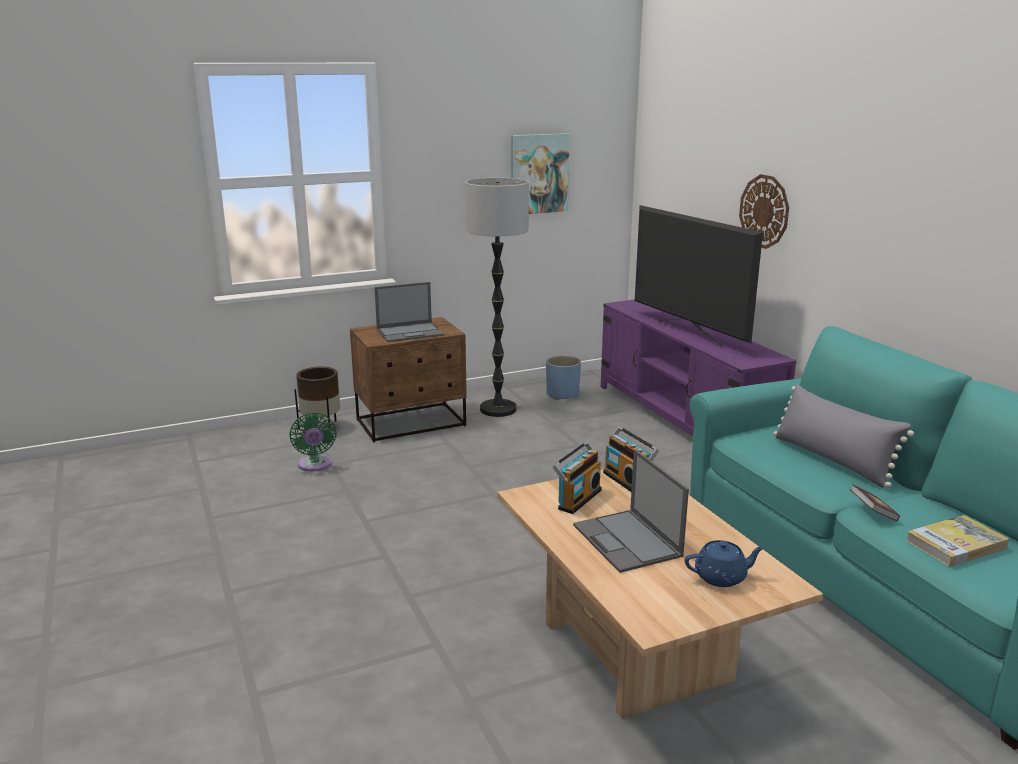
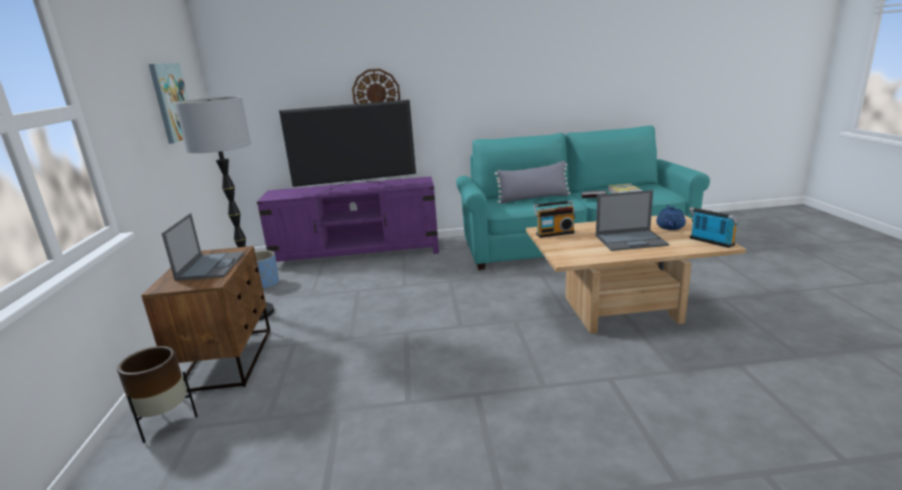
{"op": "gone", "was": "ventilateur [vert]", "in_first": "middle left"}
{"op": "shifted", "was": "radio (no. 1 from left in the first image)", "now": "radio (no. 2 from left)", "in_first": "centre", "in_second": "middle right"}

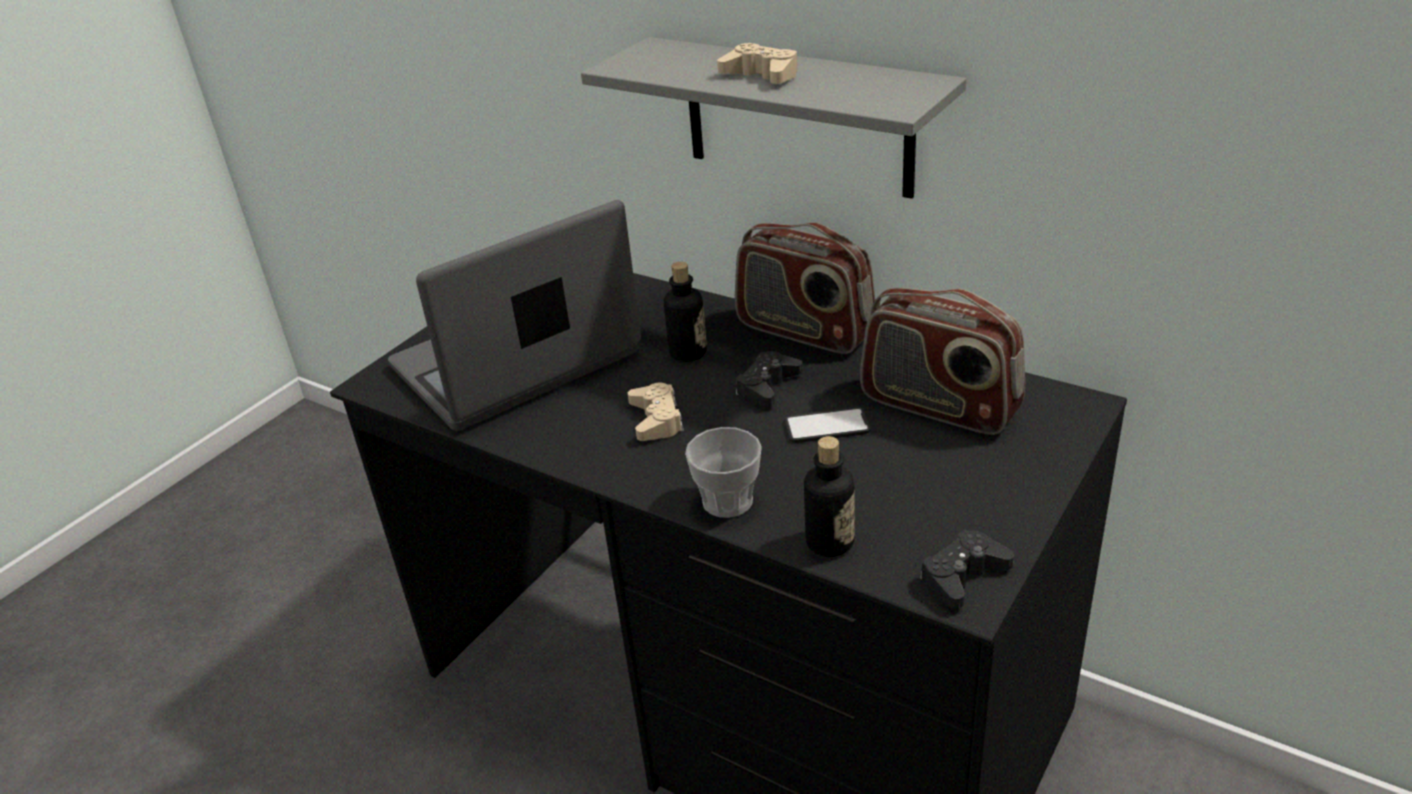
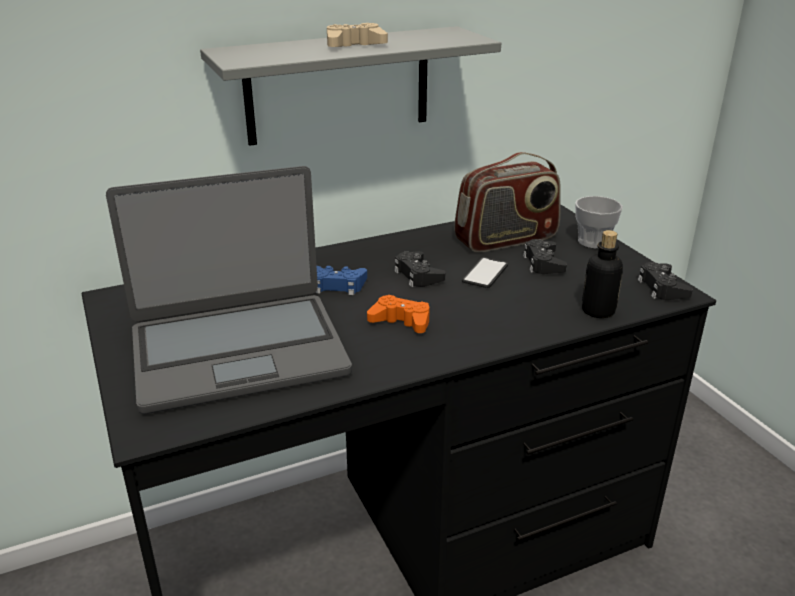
{"op": "gone", "was": "radio (no. 1 from left)", "in_first": "centre"}
{"op": "new", "now": "manette [noir] (no. 2 from left)", "in_second": "middle right"}
{"op": "shifted", "was": "tasse", "in_first": "centre", "in_second": "middle right"}
{"op": "swapped", "was": "bouteille (no. 1 from left)", "now": "manette [bleu]", "in_first": "centre", "in_second": "centre"}
{"op": "repainted", "was": "manette [beige] (no. 1 from left)", "now": "manette [orange]", "in_first": "centre", "in_second": "centre"}
{"op": "rotated", "was": "ordinateur portable", "in_first": "centre", "in_second": "middle left", "clockwise": -105}

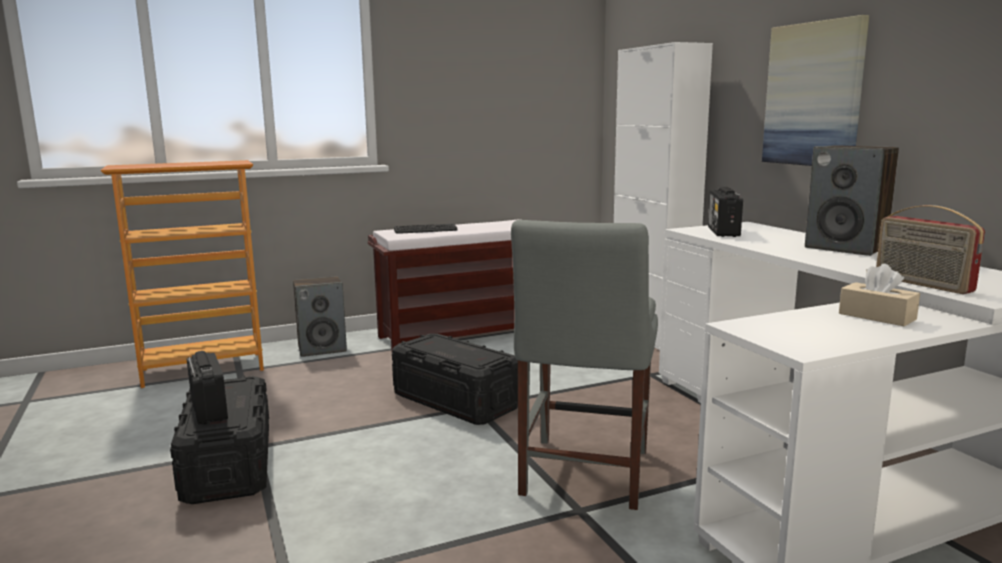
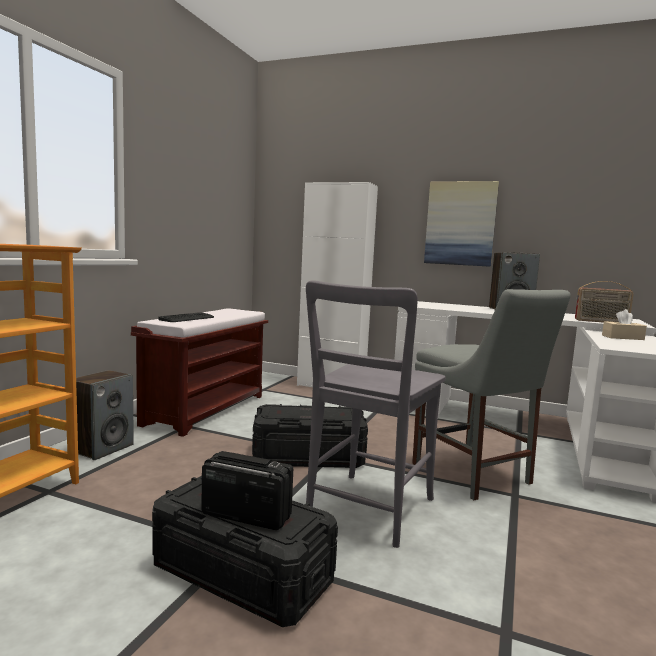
{"op": "gone", "was": "radio (no. 2 from left)", "in_first": "middle right"}
{"op": "new", "now": "chaise [gris] (no. 1 from left)", "in_second": "centre"}

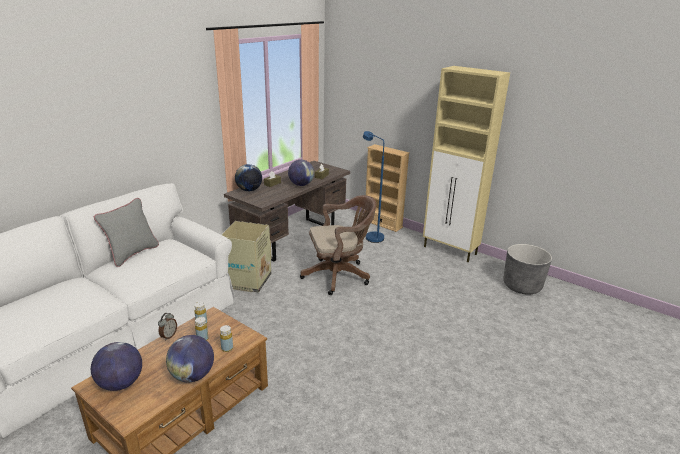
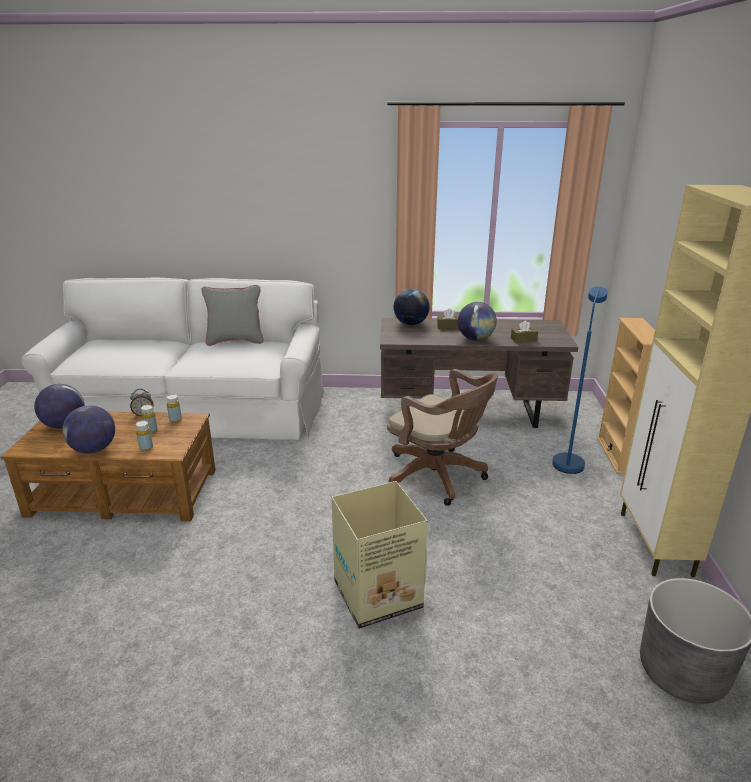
{"op": "shifted", "was": "carton", "in_first": "centre", "in_second": "bottom centre"}

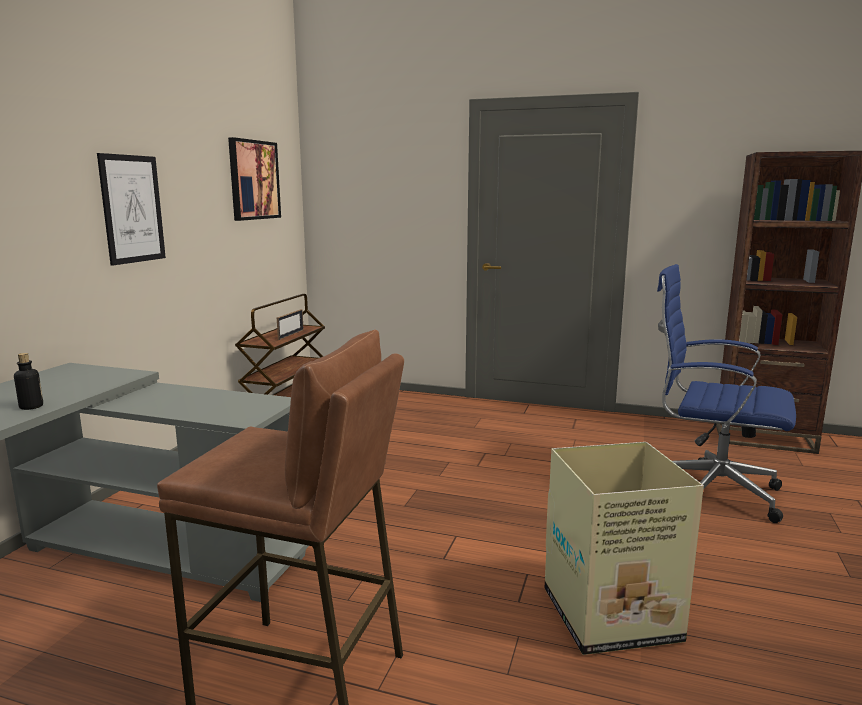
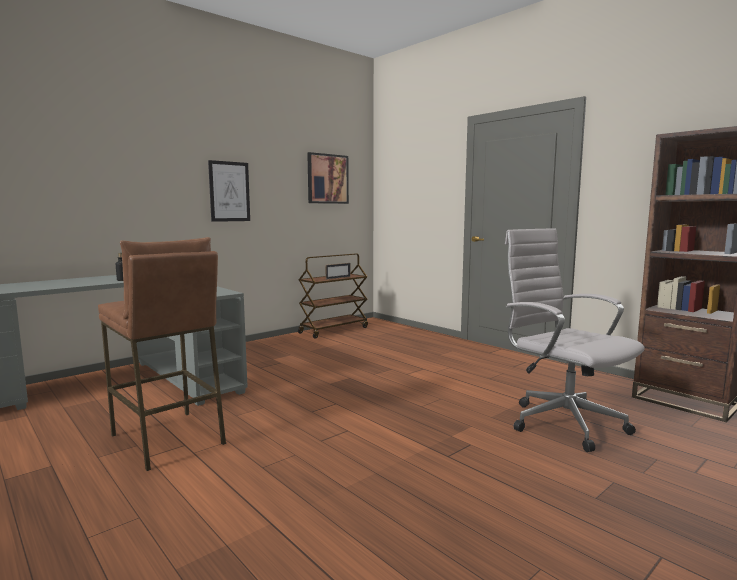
{"op": "gone", "was": "carton", "in_first": "bottom right"}
{"op": "repainted", "was": "chaise de bureau [bleu]", "now": "chaise de bureau [blanc]", "in_first": "middle right", "in_second": "middle right"}

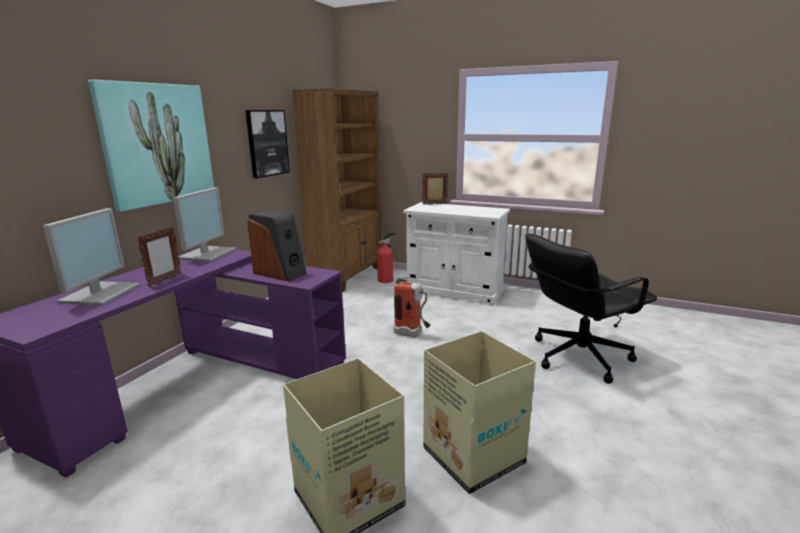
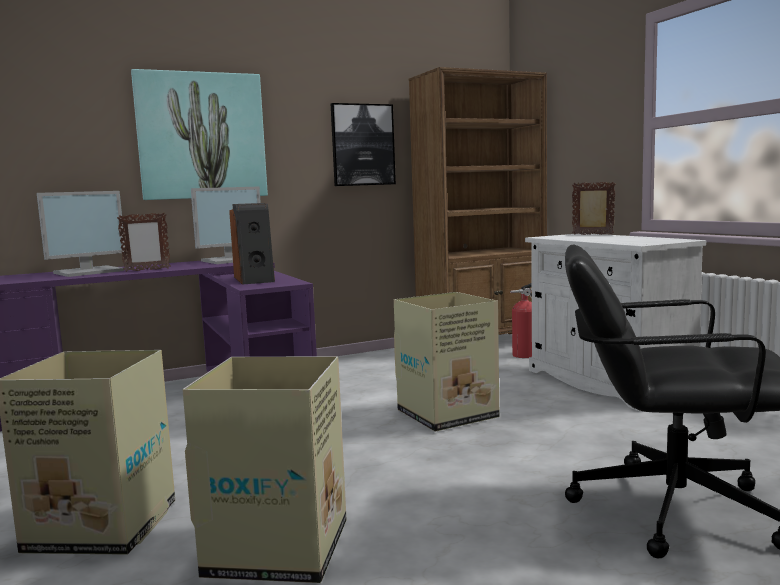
{"op": "swapped", "was": "extincteur (no. 2 from left)", "now": "carton (no. 3 from left)", "in_first": "centre", "in_second": "centre"}

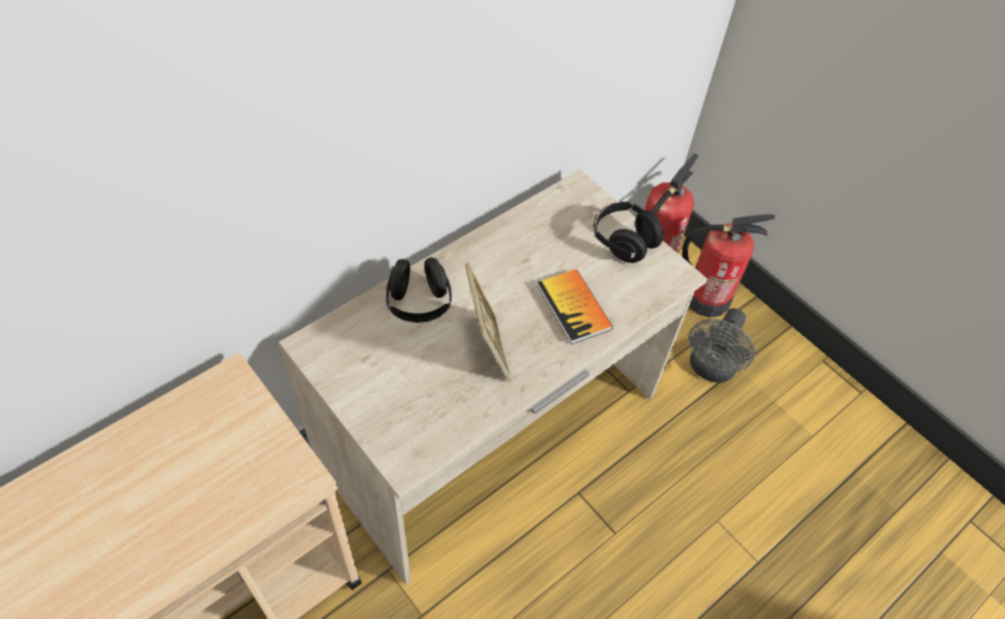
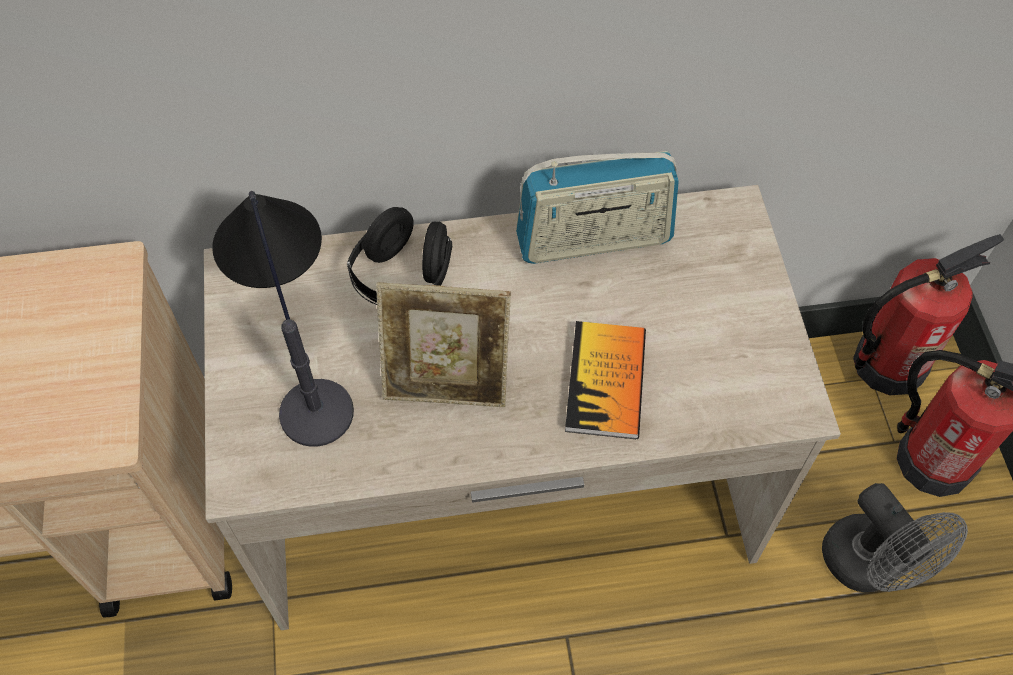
{"op": "gone", "was": "casque audio [noir] (no. 2 from left)", "in_first": "centre"}
{"op": "new", "now": "lampe de table", "in_second": "middle left"}
{"op": "new", "now": "radio", "in_second": "top centre"}
{"op": "rotated", "was": "cadre photo", "in_first": "centre", "in_second": "centre", "clockwise": 75}
{"op": "rotated", "was": "ventilateur [gris]", "in_first": "middle right", "in_second": "bottom right", "clockwise": -90}

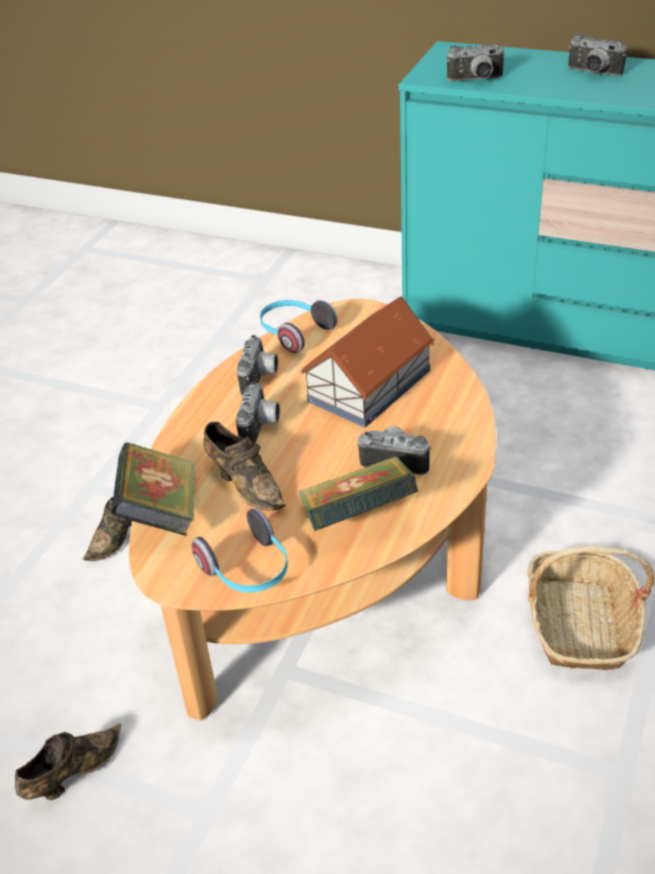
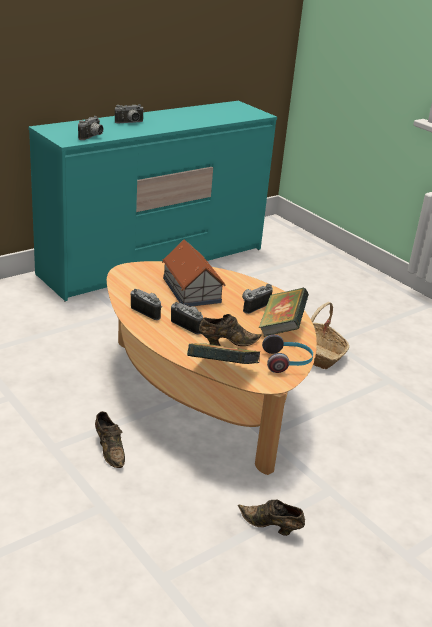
{"op": "gone", "was": "casque audio (no. 2 from left)", "in_first": "centre"}
{"op": "rotated", "was": "chaussure [marron] (no. 1 from left in the first image)", "in_first": "bottom left", "in_second": "bottom centre", "clockwise": -45}

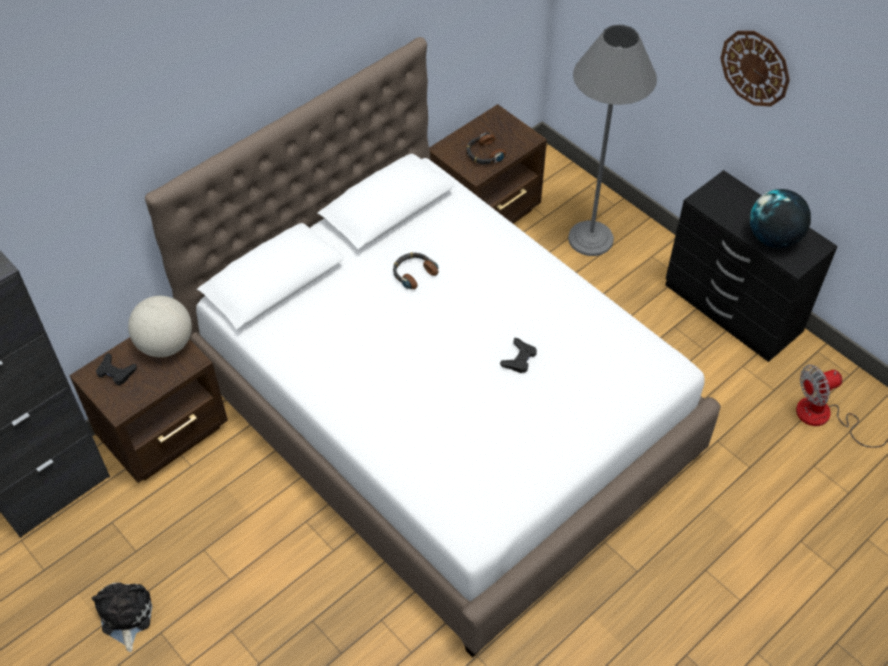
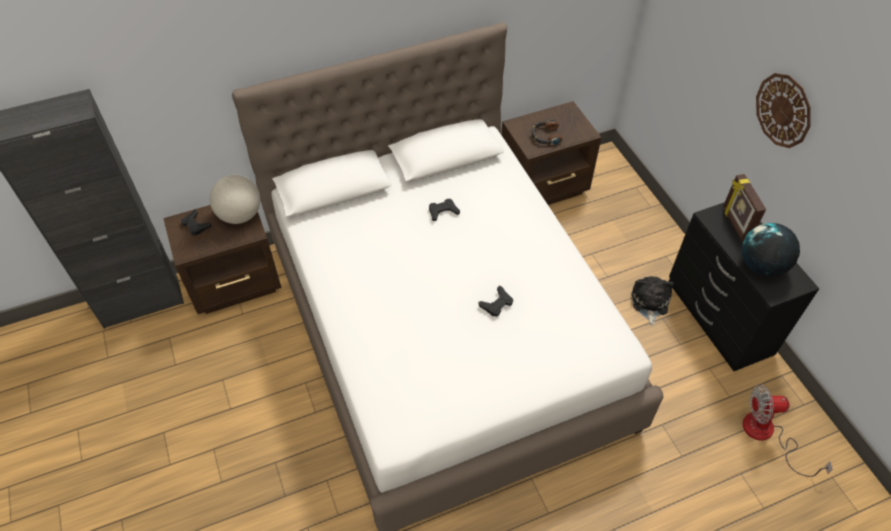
{"op": "gone", "was": "lampadaire [gris]", "in_first": "top right"}
{"op": "new", "now": "cadre photo", "in_second": "middle right"}
{"op": "shifted", "was": "peluche", "in_first": "bottom left", "in_second": "middle right"}
{"op": "swapped", "was": "casque audio (no. 1 from left)", "now": "manette [noir] (no. 2 from left)", "in_first": "centre", "in_second": "centre"}

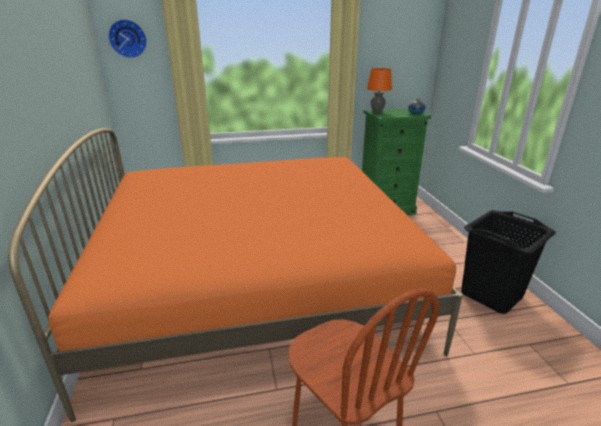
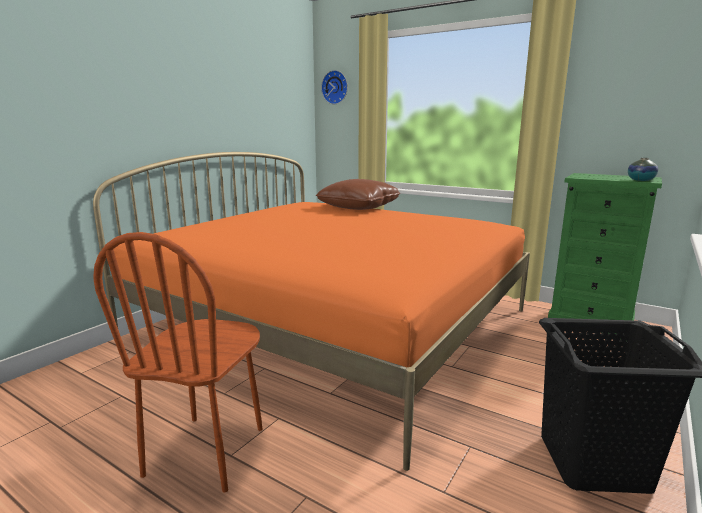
{"op": "gone", "was": "lampe de table [orange]", "in_first": "top centre"}
{"op": "new", "now": "coussin [marron]", "in_second": "centre"}

